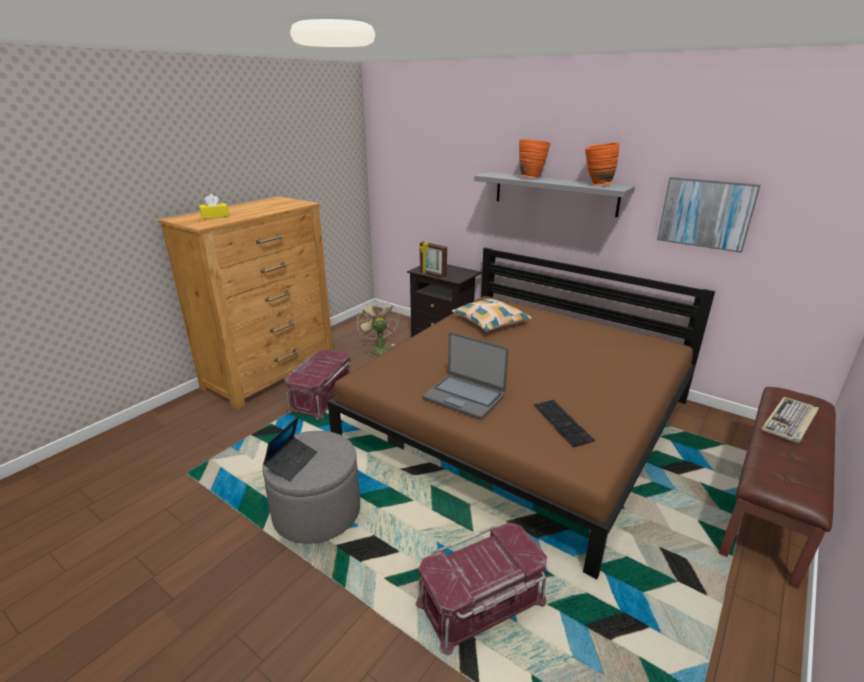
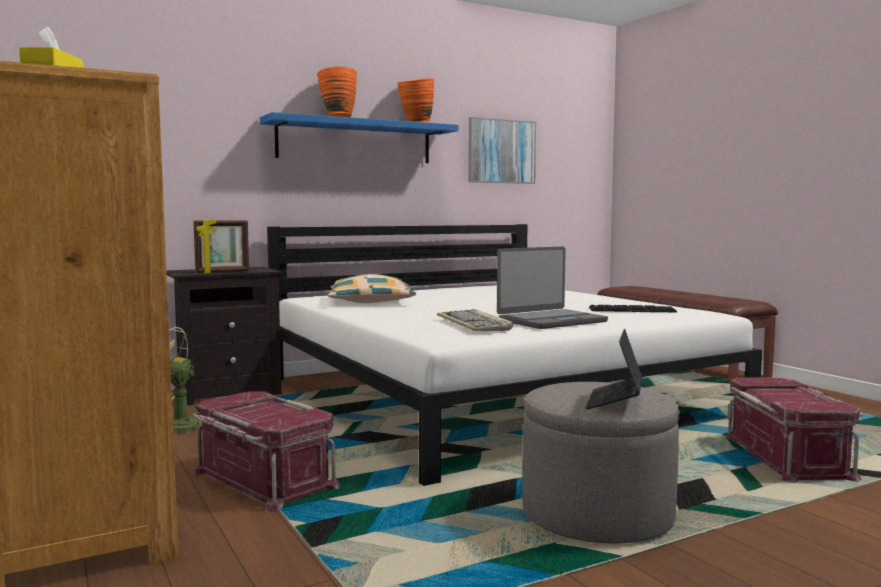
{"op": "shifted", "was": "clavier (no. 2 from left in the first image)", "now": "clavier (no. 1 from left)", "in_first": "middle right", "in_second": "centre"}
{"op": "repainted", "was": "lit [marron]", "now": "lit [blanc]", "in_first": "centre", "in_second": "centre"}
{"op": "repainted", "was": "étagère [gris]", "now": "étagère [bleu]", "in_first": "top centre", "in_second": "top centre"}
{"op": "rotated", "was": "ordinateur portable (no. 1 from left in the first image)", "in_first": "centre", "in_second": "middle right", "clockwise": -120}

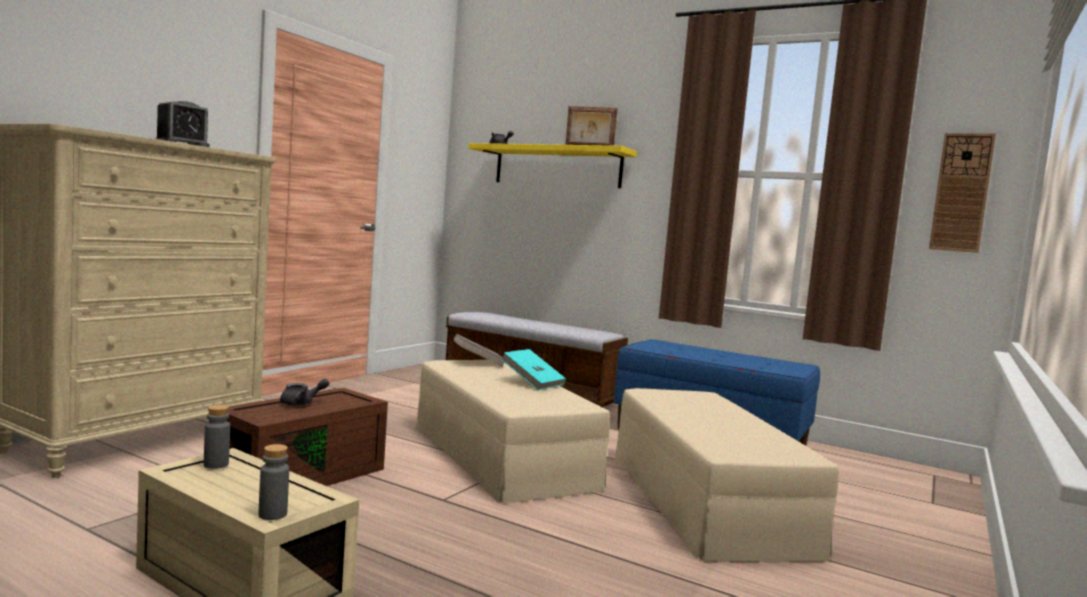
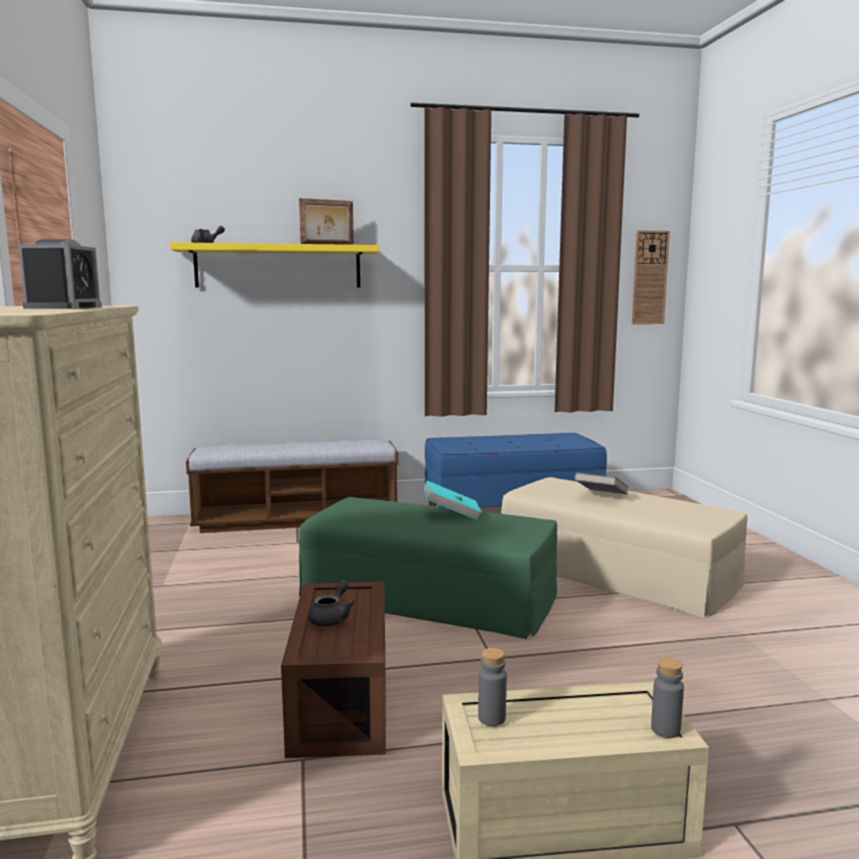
{"op": "shifted", "was": "livre [gris]", "in_first": "centre", "in_second": "middle right"}
{"op": "repainted", "was": "pouf [beige] (no. 1 from left)", "now": "pouf [vert]", "in_first": "bottom centre", "in_second": "centre"}

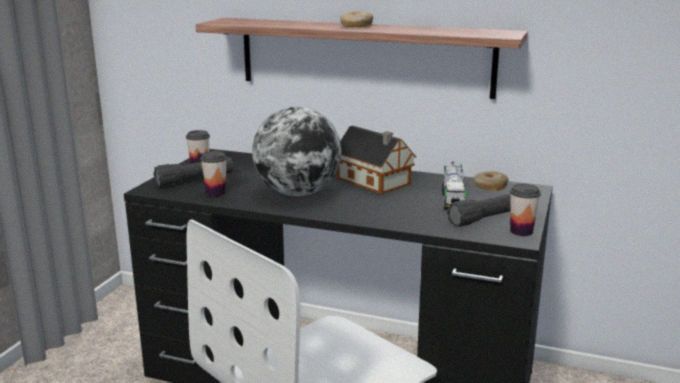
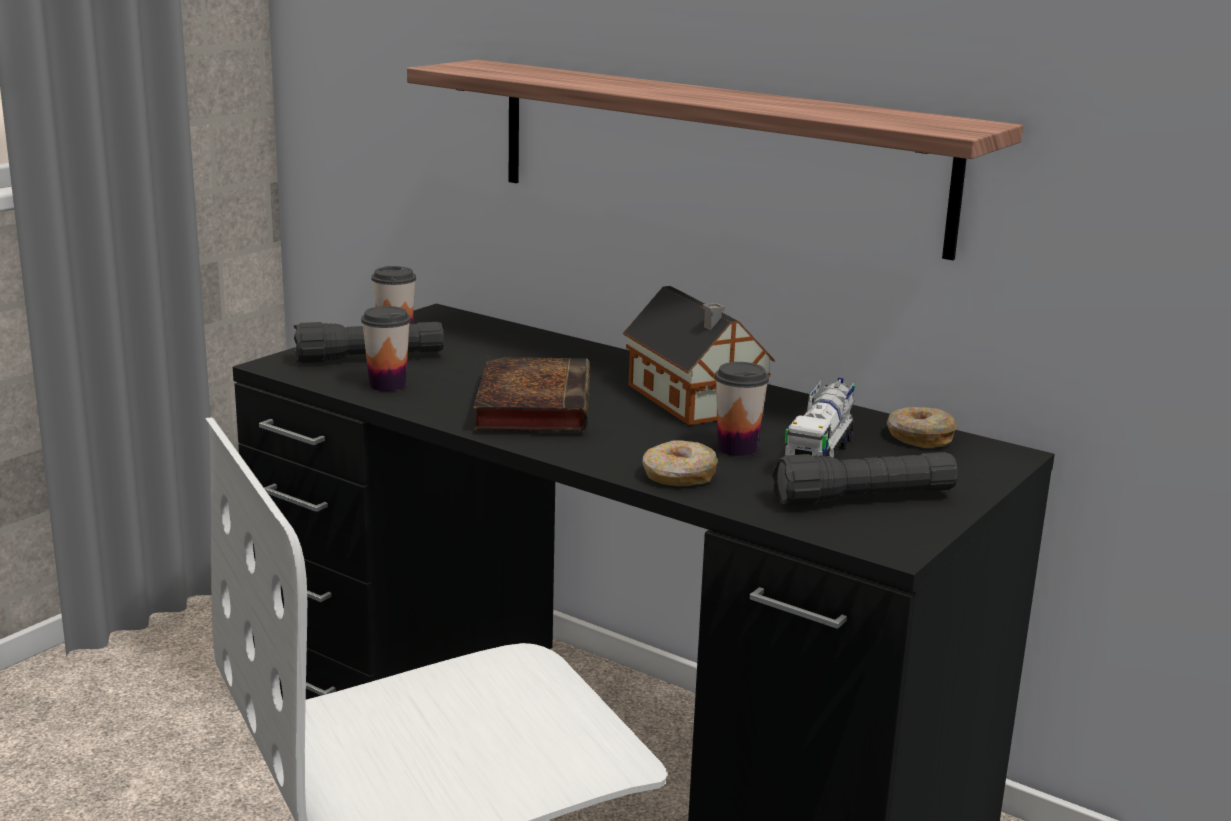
{"op": "shifted", "was": "beignet (no. 1 from left)", "in_first": "top centre", "in_second": "centre"}
{"op": "shifted", "was": "tasse (no. 3 from left)", "in_first": "middle right", "in_second": "centre"}
{"op": "swapped", "was": "globe", "now": "livre", "in_first": "centre", "in_second": "centre"}

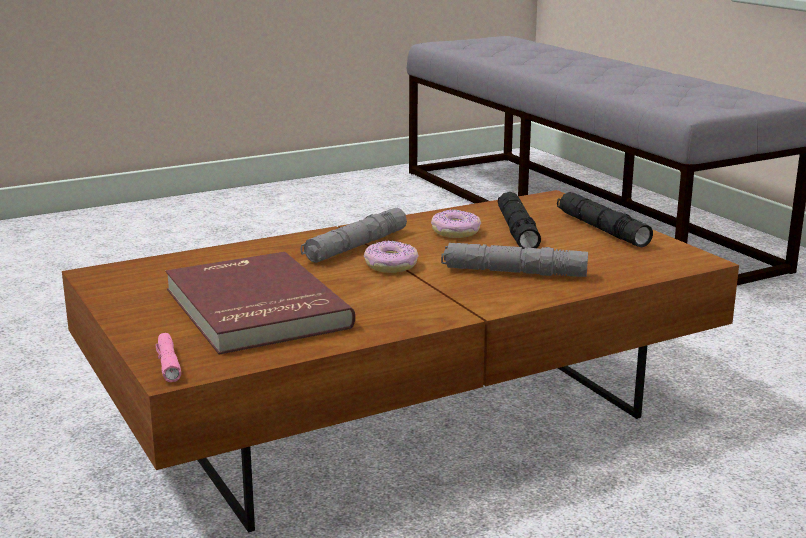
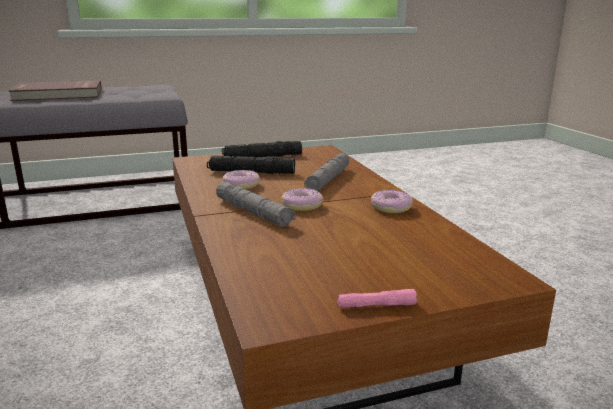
{"op": "new", "now": "beignet (no. 3 from left)", "in_second": "centre"}
{"op": "shifted", "was": "lampe de poche [rose]", "in_first": "middle left", "in_second": "bottom centre"}
{"op": "shifted", "was": "livre [rouge]", "in_first": "middle left", "in_second": "top left"}

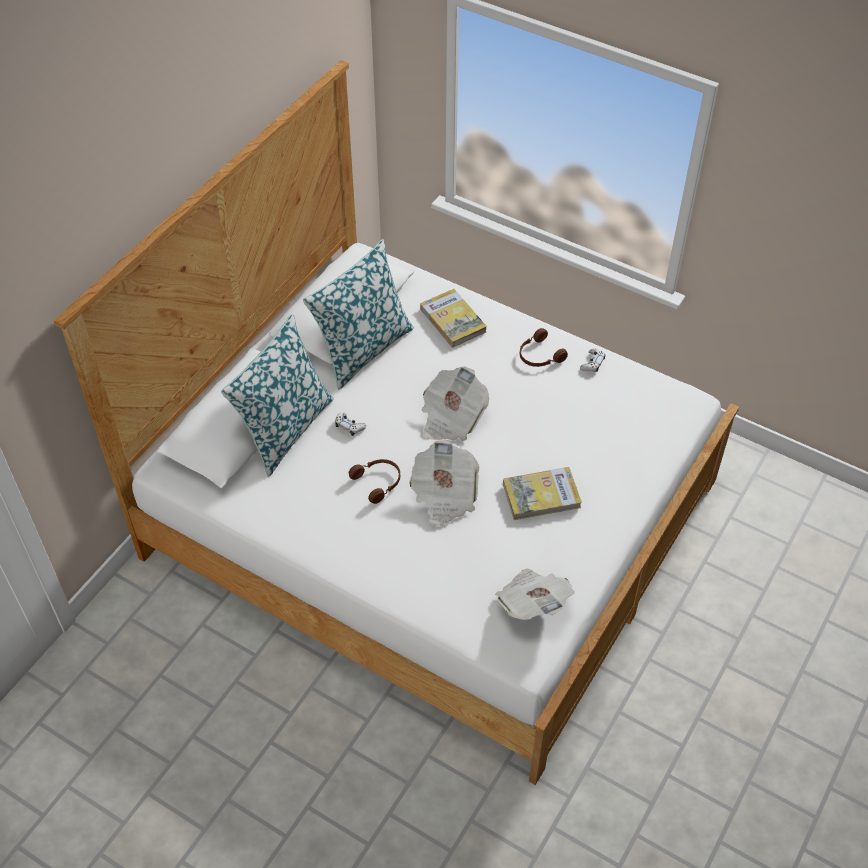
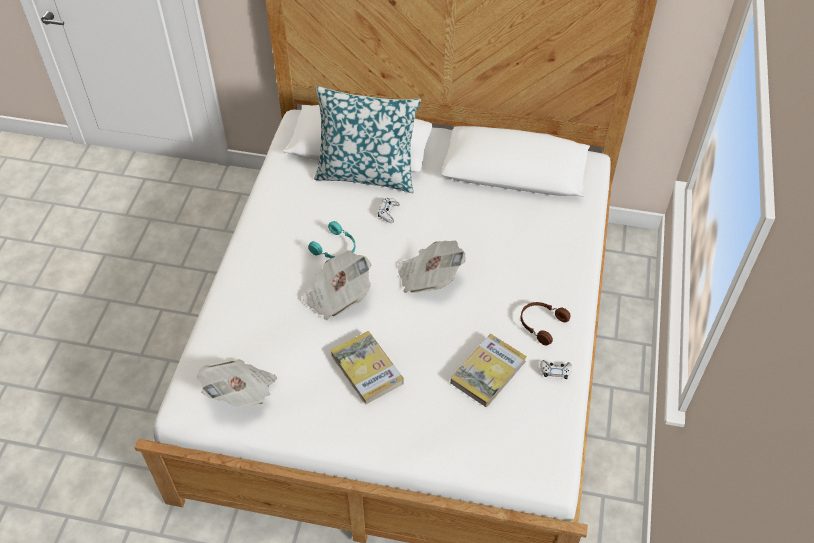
{"op": "gone", "was": "coussin (no. 2 from left)", "in_first": "centre"}
{"op": "shifted", "was": "livre (no. 1 from left in the first image)", "now": "livre (no. 2 from left)", "in_first": "centre", "in_second": "bottom centre"}
{"op": "repainted", "was": "casque audio [marron] (no. 1 from left)", "now": "casque audio [turquoise]", "in_first": "centre", "in_second": "centre"}

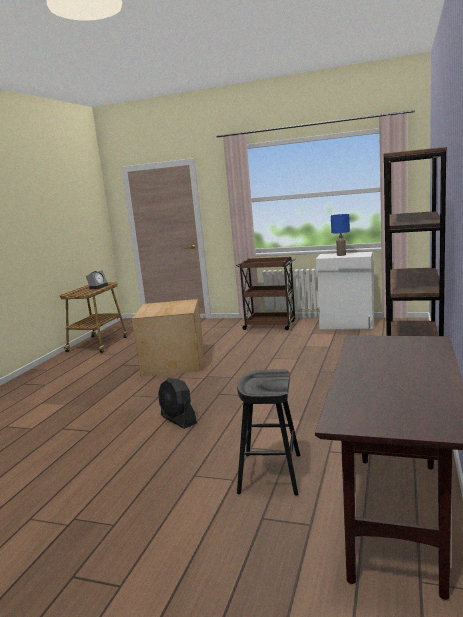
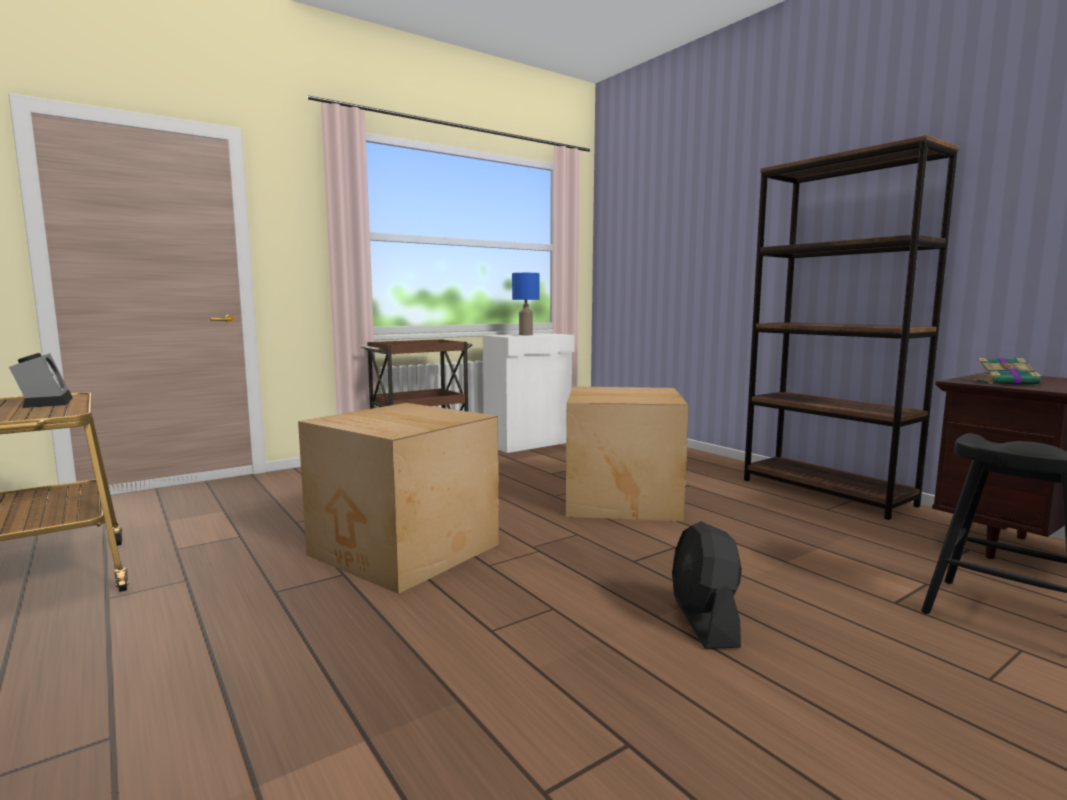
{"op": "new", "now": "carton (no. 2 from left)", "in_second": "centre"}
{"op": "new", "now": "livre", "in_second": "middle right"}
{"op": "rotated", "was": "ventilateur [noir]", "in_first": "centre", "in_second": "bottom centre", "clockwise": 90}

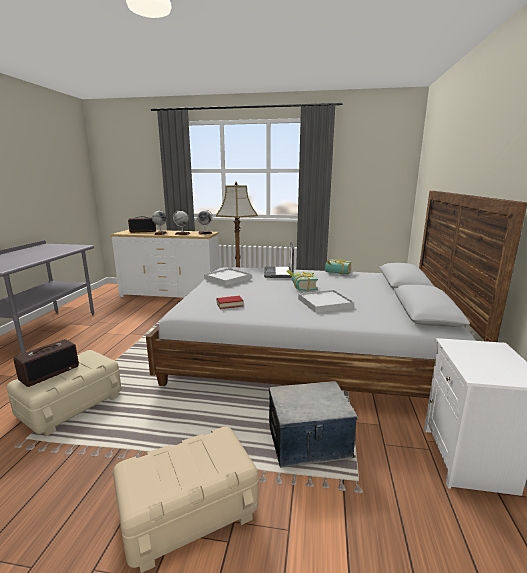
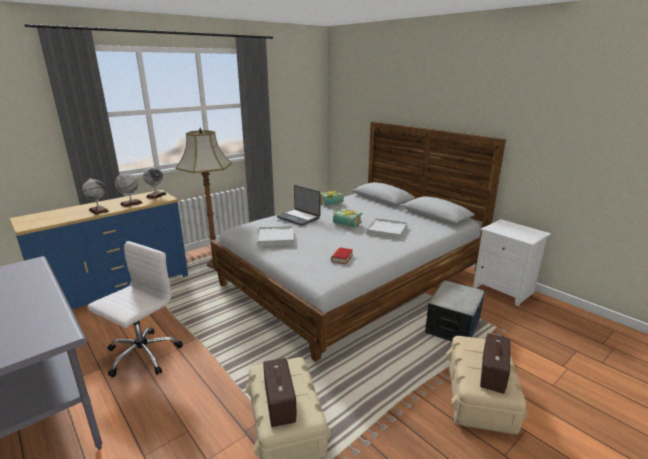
{"op": "new", "now": "chaise de bureau [blanc]", "in_second": "bottom left"}
{"op": "shifted", "was": "radio (no. 2 from left)", "in_first": "middle left", "in_second": "bottom right"}
{"op": "repainted", "was": "commode [blanc]", "now": "commode [bleu]", "in_first": "middle left", "in_second": "middle left"}

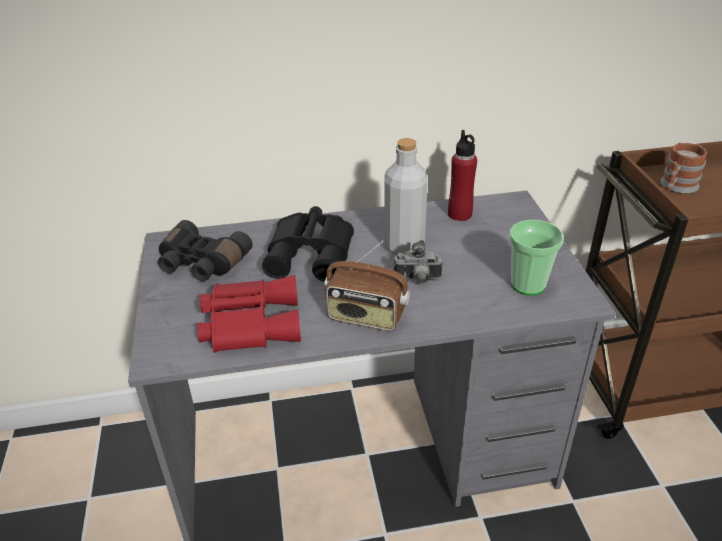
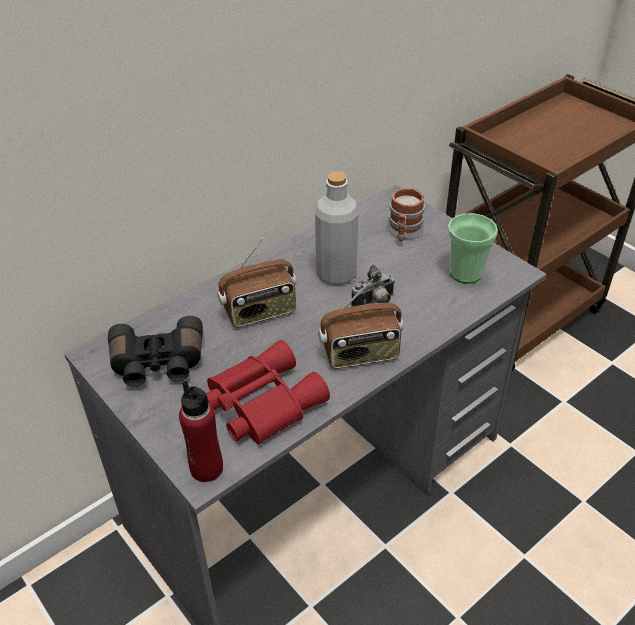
{"op": "shifted", "was": "bouteille [rouge]", "in_first": "top centre", "in_second": "bottom left"}
{"op": "shifted", "was": "mug", "in_first": "top right", "in_second": "centre"}
{"op": "swapped", "was": "jumelles [noir] (no. 2 from left)", "now": "radio (no. 1 from left)", "in_first": "centre", "in_second": "centre"}

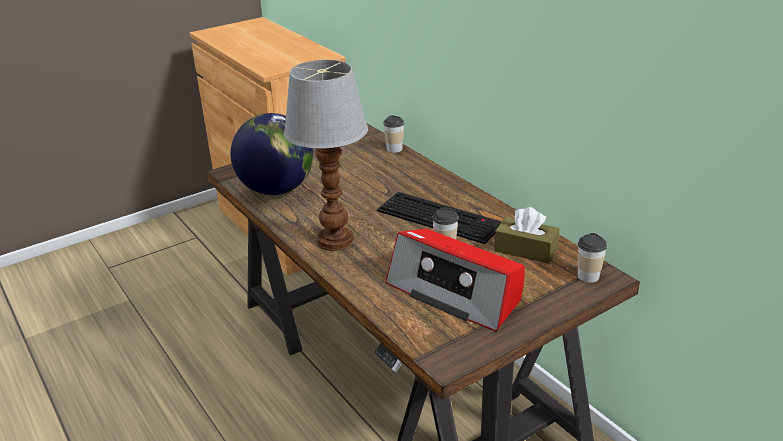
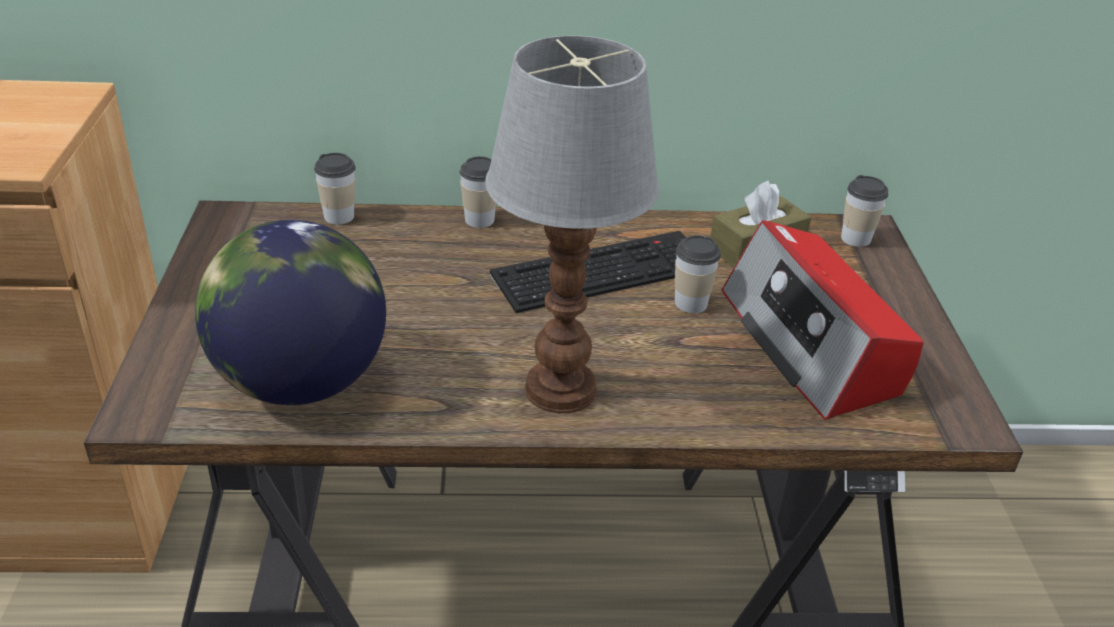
{"op": "new", "now": "tasse (no. 2 from left)", "in_second": "top centre"}
{"op": "rotated", "was": "radio", "in_first": "centre", "in_second": "middle right", "clockwise": 90}

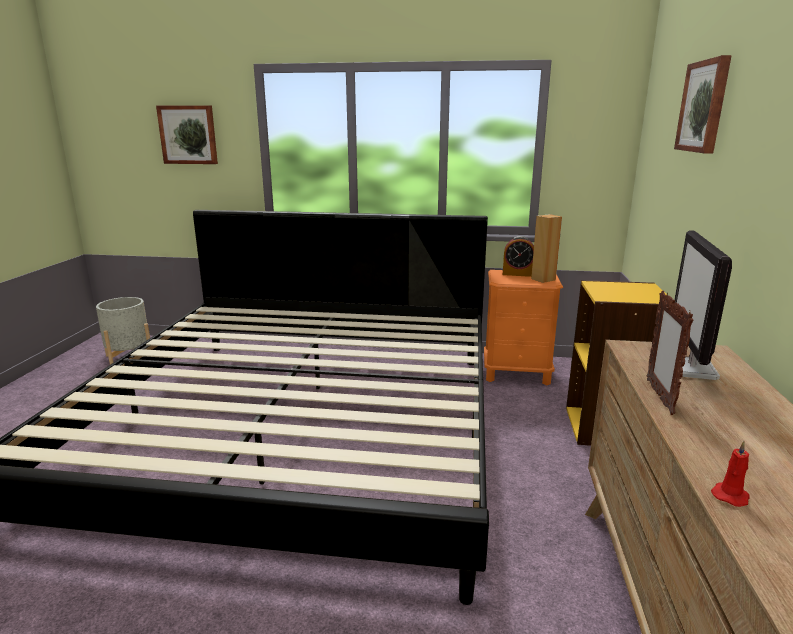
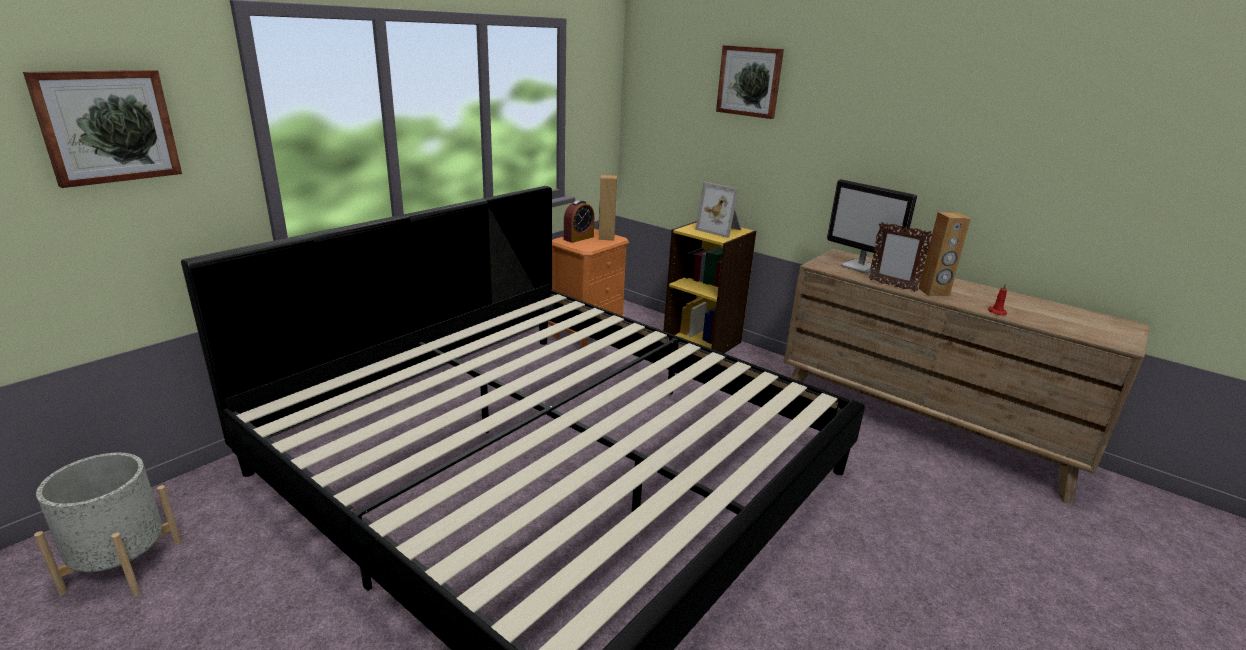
{"op": "new", "now": "cadre photo (no. 1 from left)", "in_second": "top centre"}
{"op": "new", "now": "enceinte [marron] (no. 2 from left)", "in_second": "middle right"}

